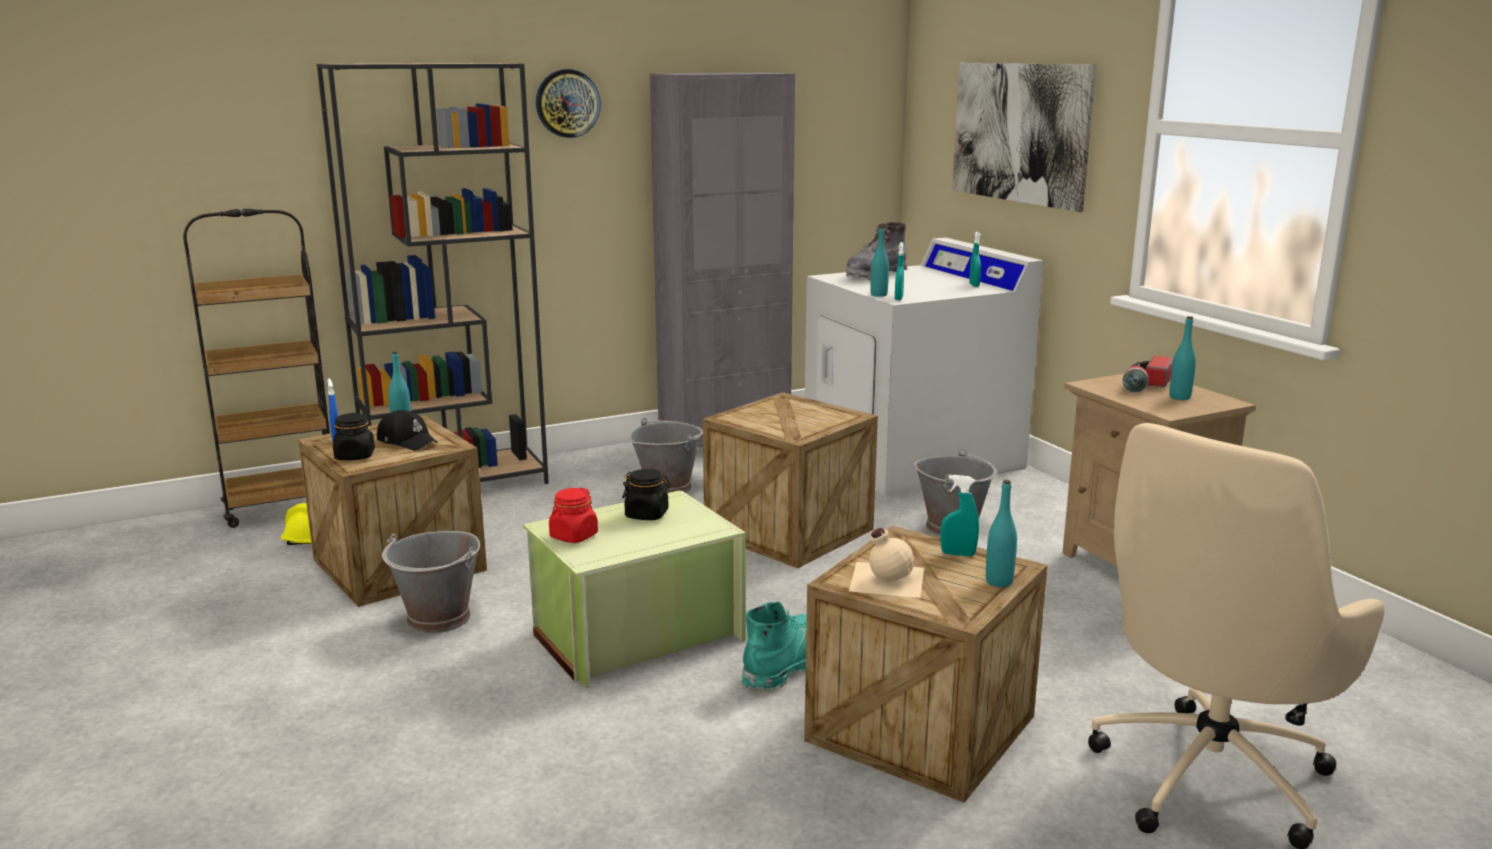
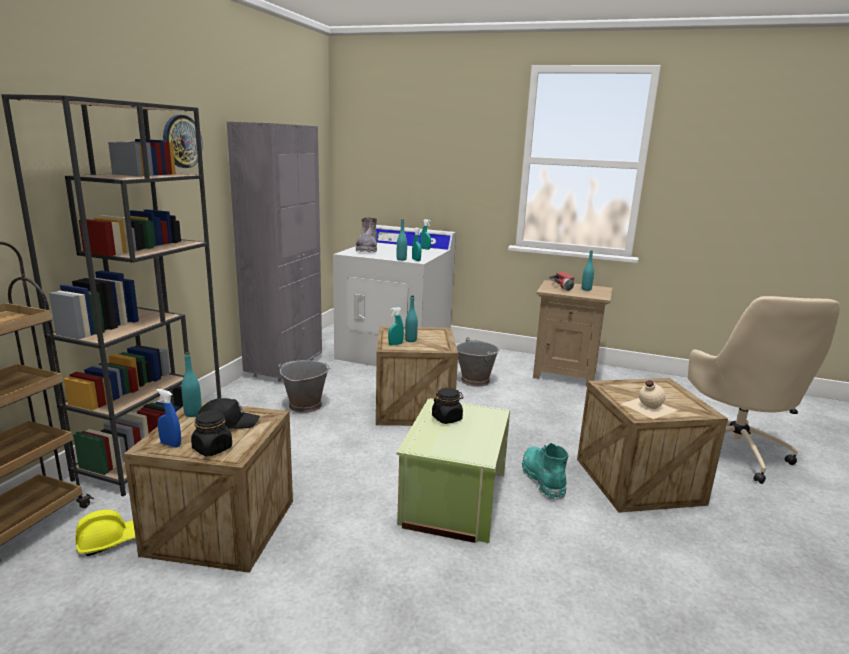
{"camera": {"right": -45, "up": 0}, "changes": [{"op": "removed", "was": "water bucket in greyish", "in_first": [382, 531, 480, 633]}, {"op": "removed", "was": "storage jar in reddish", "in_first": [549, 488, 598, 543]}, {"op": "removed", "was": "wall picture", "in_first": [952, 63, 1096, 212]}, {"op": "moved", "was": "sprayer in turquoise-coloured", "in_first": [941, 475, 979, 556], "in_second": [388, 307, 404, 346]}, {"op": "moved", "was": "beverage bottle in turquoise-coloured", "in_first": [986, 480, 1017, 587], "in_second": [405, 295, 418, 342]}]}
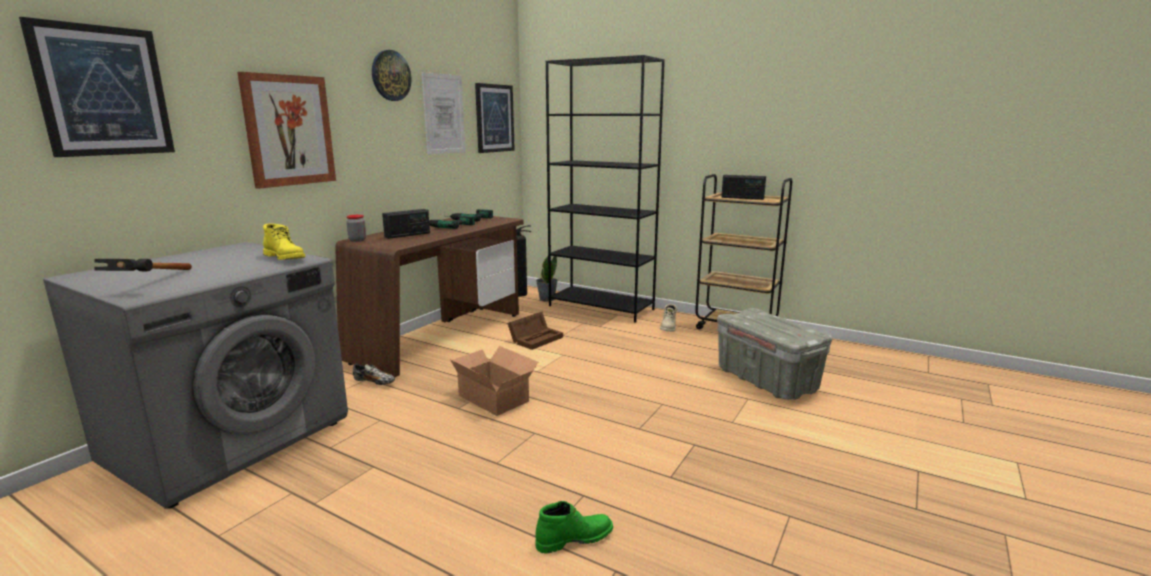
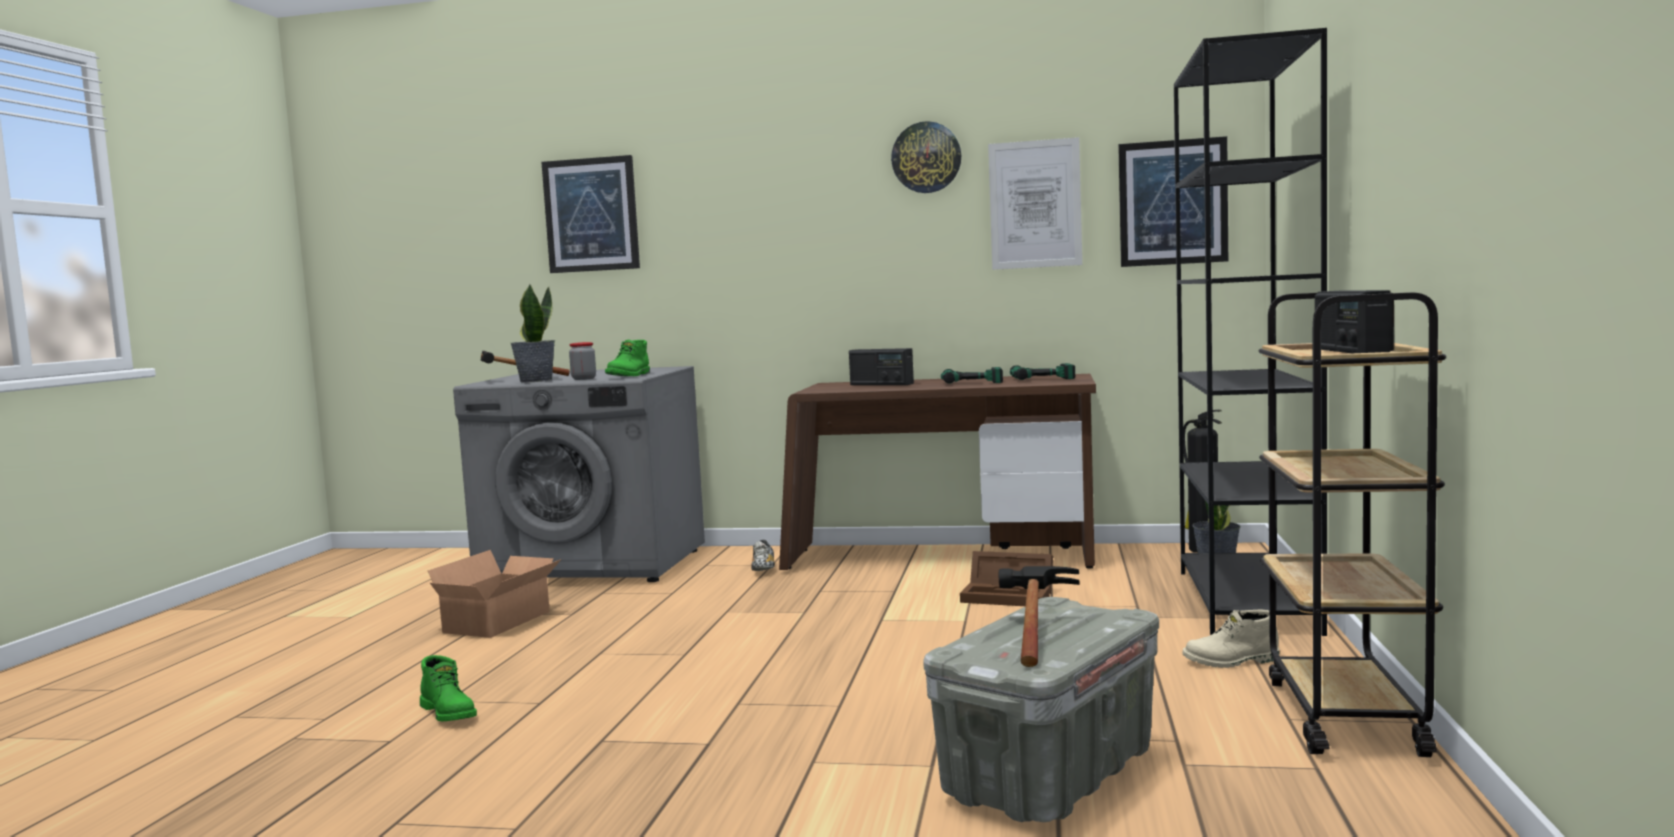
{"camera": {"right": 70, "up": -10}, "changes": [{"op": "removed", "was": "wall picture", "in_first": [237, 72, 336, 189]}, {"op": "added", "now": "plant in a pot", "in_second": [510, 284, 555, 382]}, {"op": "added", "now": "hand hammer", "in_second": [999, 566, 1080, 667]}, {"op": "moved", "was": "storage jar", "in_first": [346, 215, 366, 242], "in_second": [569, 342, 596, 380]}, {"op": "moved", "was": "packing box", "in_first": [450, 346, 538, 416], "in_second": [428, 550, 561, 638]}, {"op": "recoloured", "was": "high-top boot in yellow", "now": "high-top boot in greenish", "in_first": [263, 223, 305, 260], "in_second": [605, 340, 650, 376]}]}
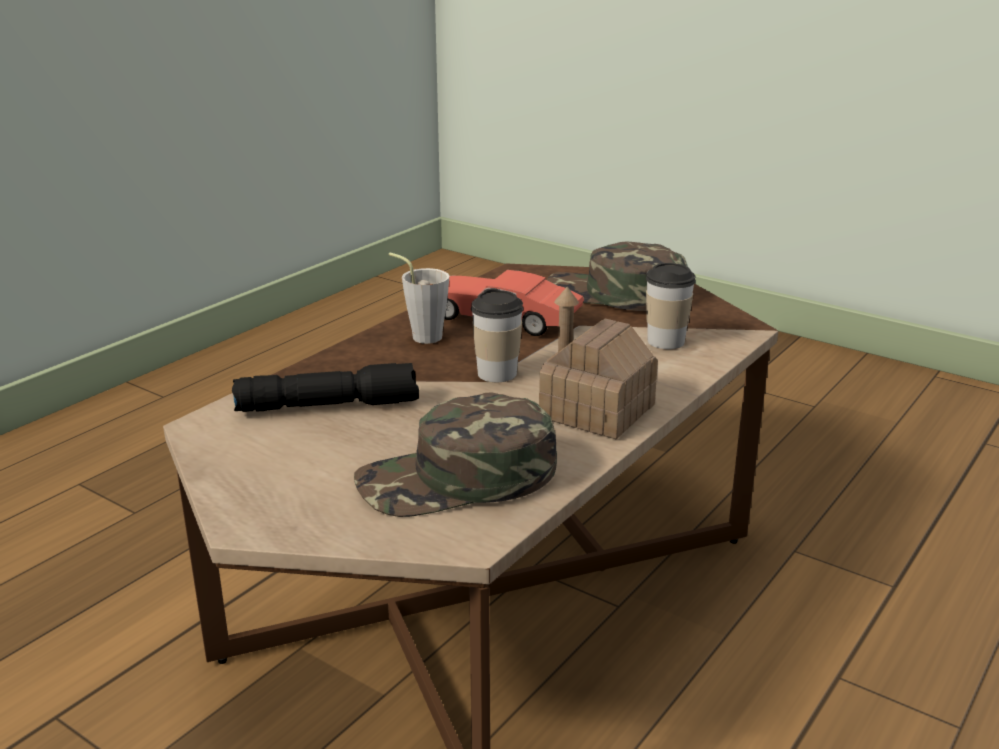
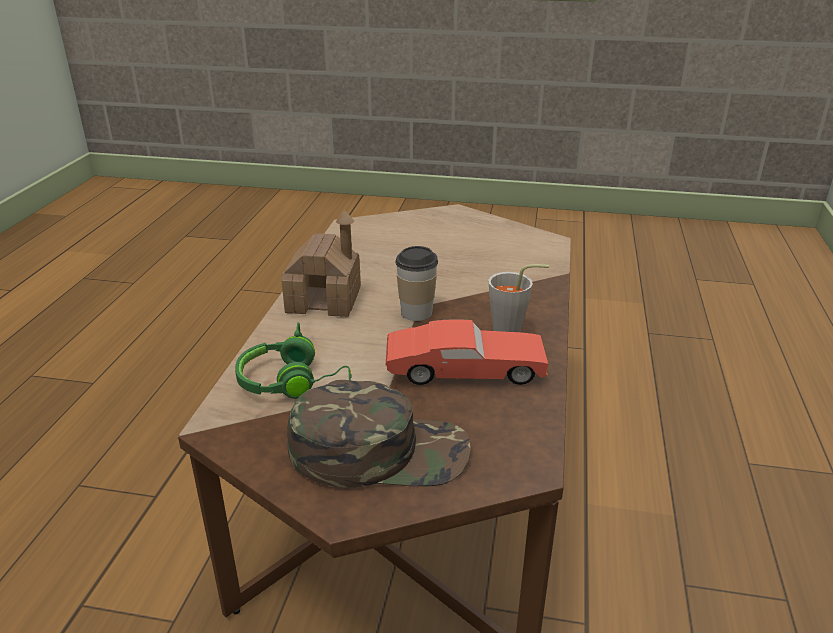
{"camera": {"right": 155, "up": 5}, "changes": [{"op": "removed", "was": "hand torch in blackish", "in_first": [232, 363, 419, 412]}, {"op": "removed", "was": "cap in greenish", "in_first": [354, 392, 557, 517]}, {"op": "replaced", "was": "small cup", "now": "headphones in greenish", "in_first": [646, 263, 696, 349], "in_second": [235, 322, 352, 399]}]}
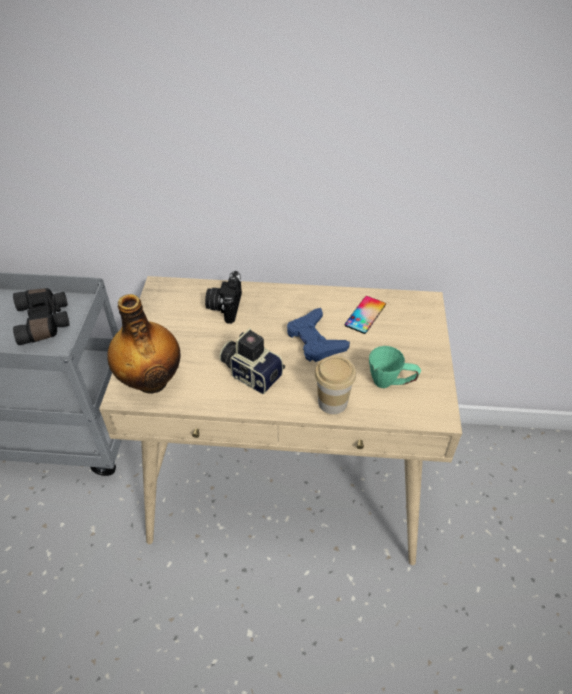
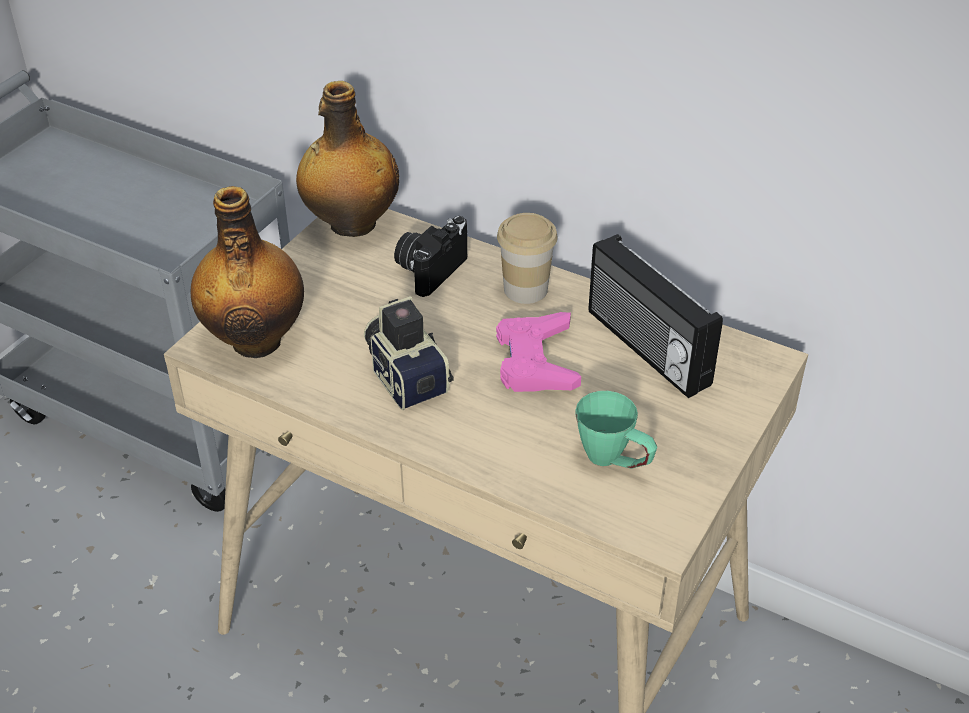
{"camera": {"right": 25, "up": -5}, "changes": [{"op": "removed", "was": "field glasses in blackish", "in_first": [13, 288, 70, 345]}, {"op": "added", "now": "beverage bottle", "in_second": [296, 81, 399, 237]}, {"op": "moved", "was": "small cup", "in_first": [315, 356, 356, 414], "in_second": [497, 213, 558, 304]}, {"op": "replaced", "was": "phone", "now": "radio", "in_first": [345, 296, 386, 334], "in_second": [588, 234, 723, 398]}, {"op": "recoloured", "was": "game controller in blue", "now": "game controller in pink", "in_first": [287, 308, 350, 362], "in_second": [496, 312, 581, 392]}]}
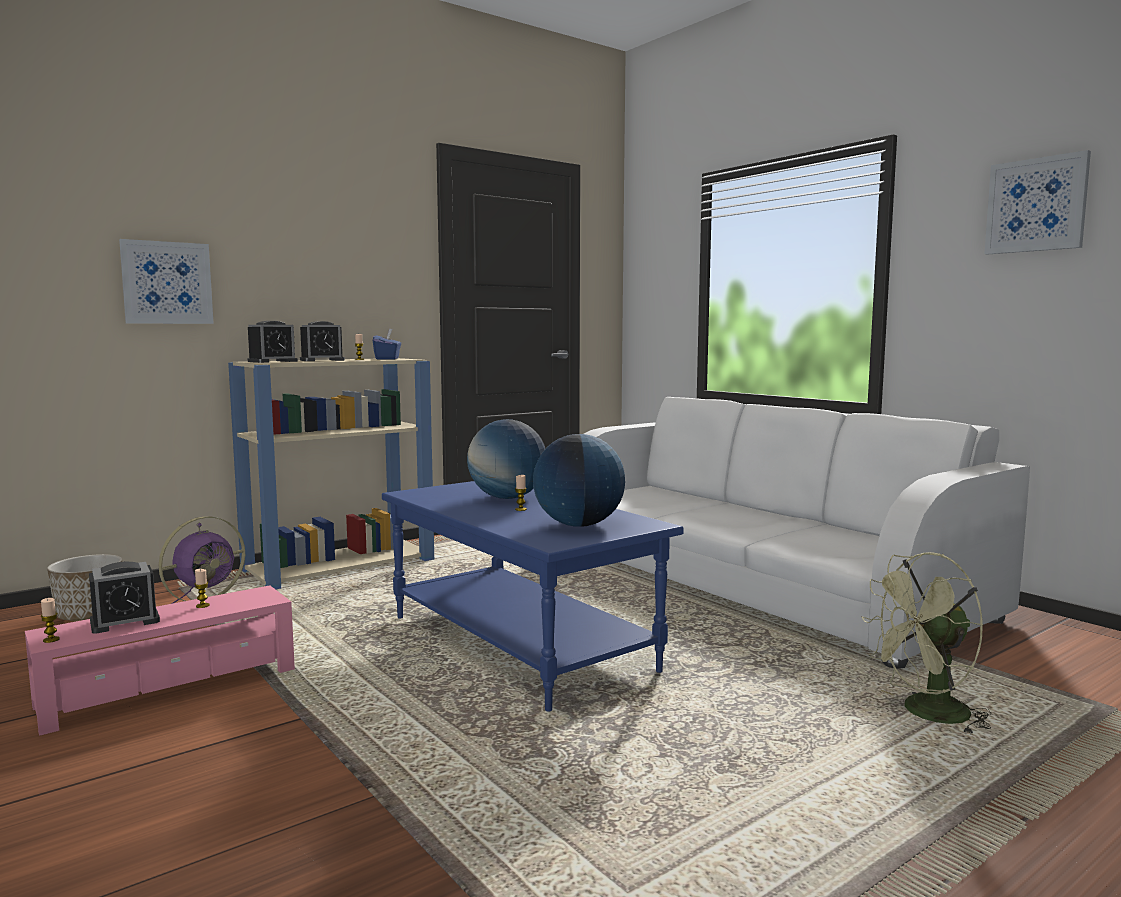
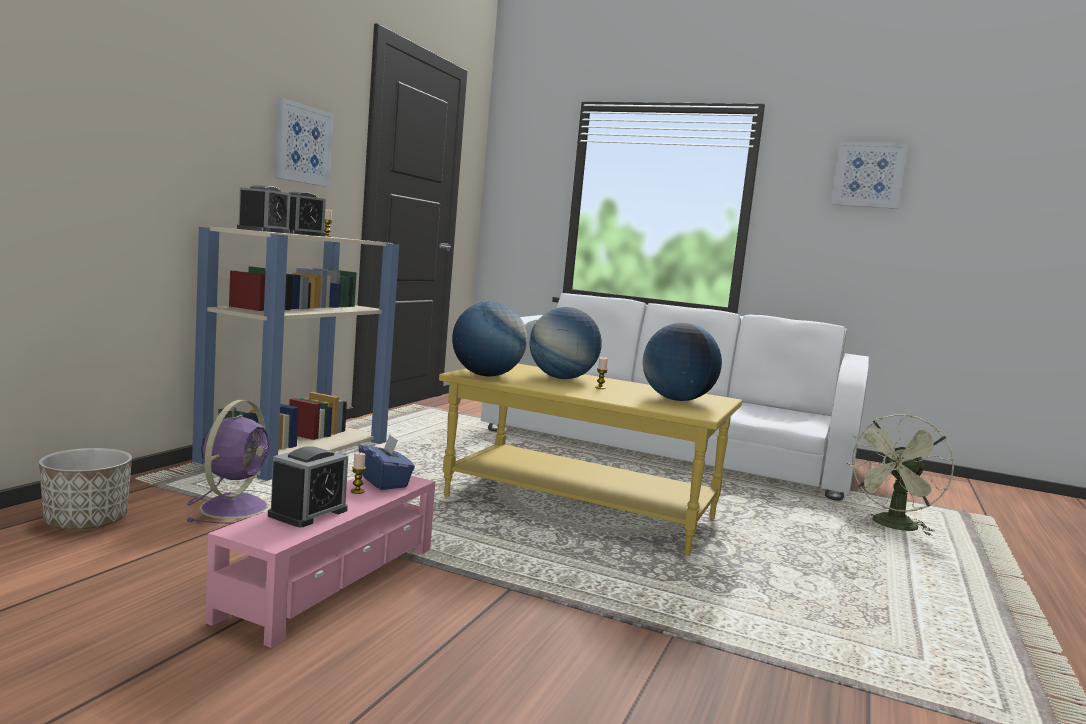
{"camera": {"right": -30, "up": 0}, "changes": [{"op": "removed", "was": "wax light", "in_first": [40, 598, 60, 643]}, {"op": "added", "now": "globe", "in_second": [452, 302, 527, 377]}, {"op": "moved", "was": "wall picture", "in_first": [119, 239, 214, 324], "in_second": [274, 98, 334, 187]}, {"op": "moved", "was": "tissue box in blue", "in_first": [373, 328, 401, 360], "in_second": [359, 435, 415, 490]}, {"op": "recoloured", "was": "coffee table in blue", "now": "coffee table in yellow", "in_first": [382, 481, 684, 712], "in_second": [439, 364, 742, 556]}]}
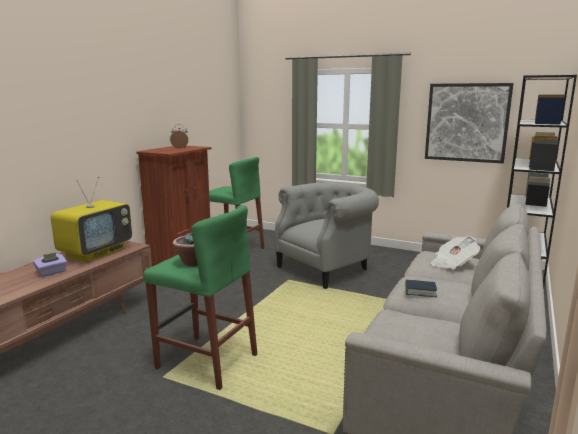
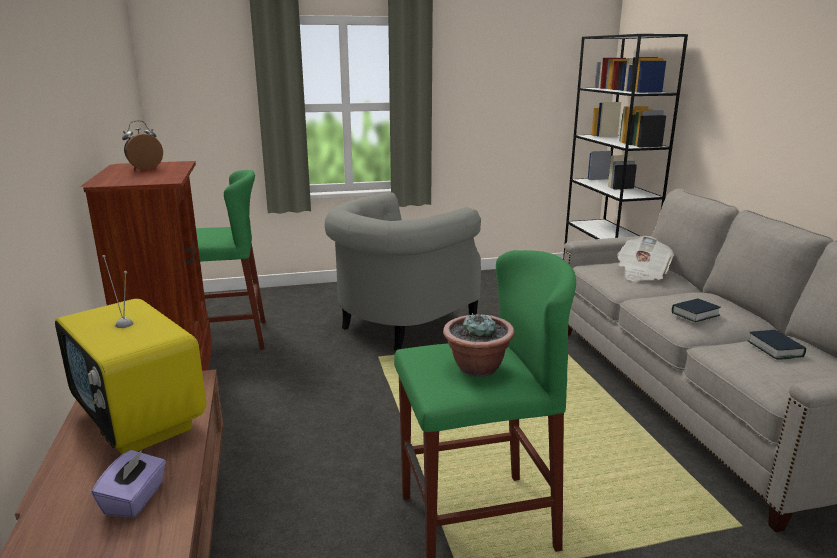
{"camera": {"right": -40, "up": 5}, "changes": [{"op": "removed", "was": "wall picture", "in_first": [425, 83, 513, 163]}, {"op": "added", "now": "book", "in_second": [748, 330, 806, 360]}, {"op": "turned", "was": "television", "in_first": [51, 177, 132, 263], "in_second": [55, 255, 206, 455], "clockwise": 150}, {"op": "turned", "was": "lounge chair in greyish", "in_first": [275, 182, 379, 289], "in_second": [325, 192, 481, 351], "clockwise": -150}]}
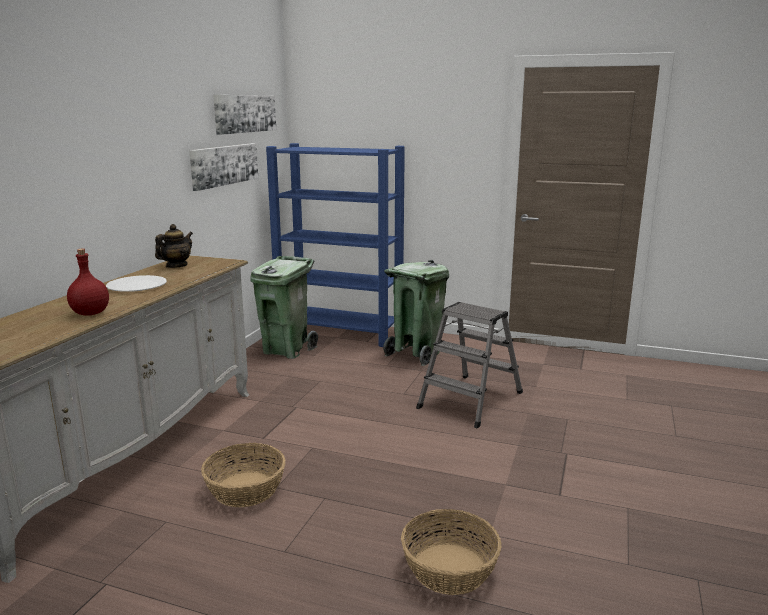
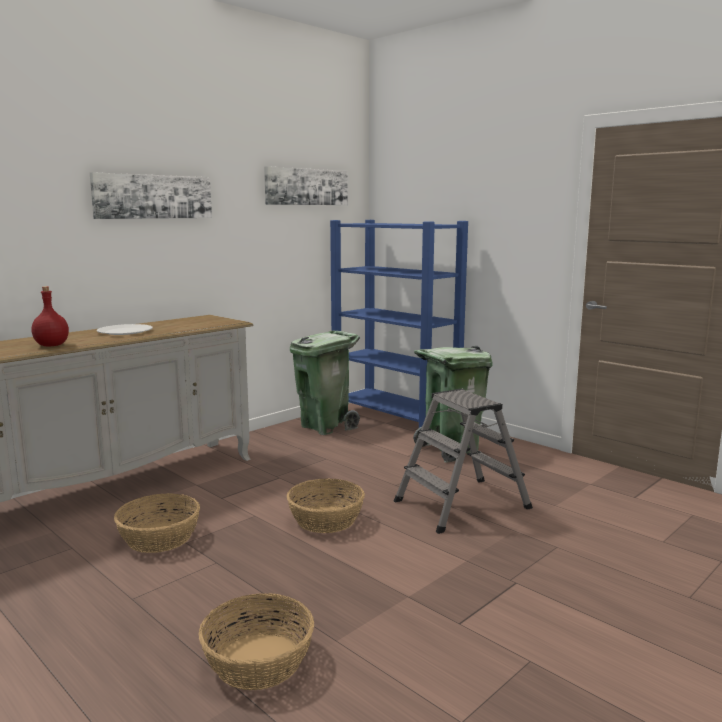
{"camera": {"right": 25, "up": -5}, "changes": [{"op": "removed", "was": "teapot", "in_first": [155, 224, 193, 268]}, {"op": "added", "now": "storage basket", "in_second": [287, 478, 365, 533]}, {"op": "moved", "was": "wall picture", "in_first": [189, 143, 258, 191], "in_second": [90, 172, 212, 219]}]}
